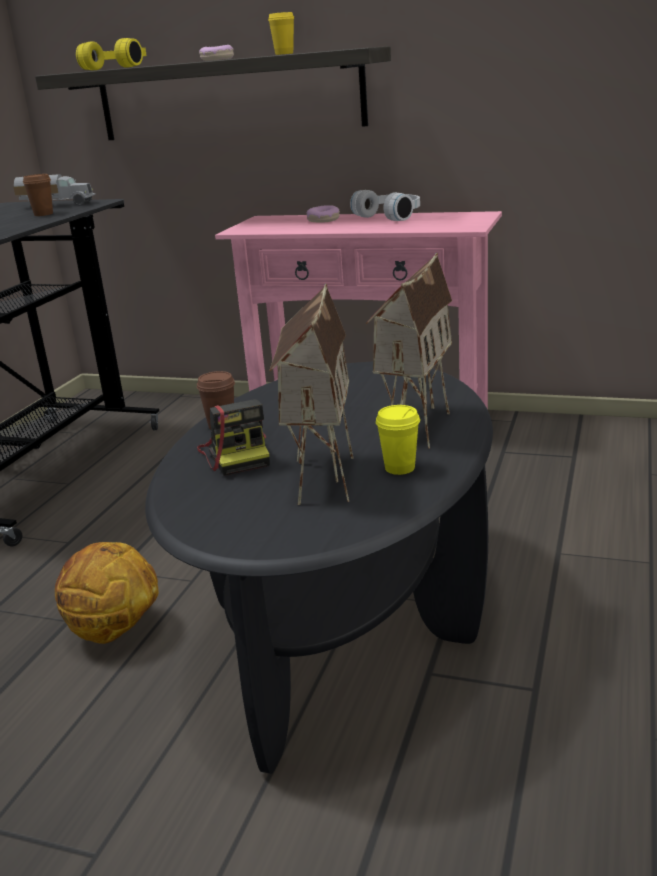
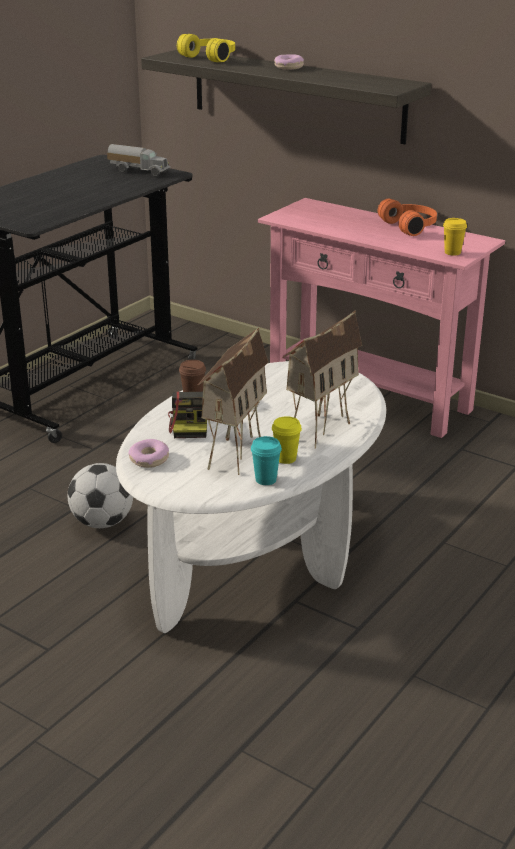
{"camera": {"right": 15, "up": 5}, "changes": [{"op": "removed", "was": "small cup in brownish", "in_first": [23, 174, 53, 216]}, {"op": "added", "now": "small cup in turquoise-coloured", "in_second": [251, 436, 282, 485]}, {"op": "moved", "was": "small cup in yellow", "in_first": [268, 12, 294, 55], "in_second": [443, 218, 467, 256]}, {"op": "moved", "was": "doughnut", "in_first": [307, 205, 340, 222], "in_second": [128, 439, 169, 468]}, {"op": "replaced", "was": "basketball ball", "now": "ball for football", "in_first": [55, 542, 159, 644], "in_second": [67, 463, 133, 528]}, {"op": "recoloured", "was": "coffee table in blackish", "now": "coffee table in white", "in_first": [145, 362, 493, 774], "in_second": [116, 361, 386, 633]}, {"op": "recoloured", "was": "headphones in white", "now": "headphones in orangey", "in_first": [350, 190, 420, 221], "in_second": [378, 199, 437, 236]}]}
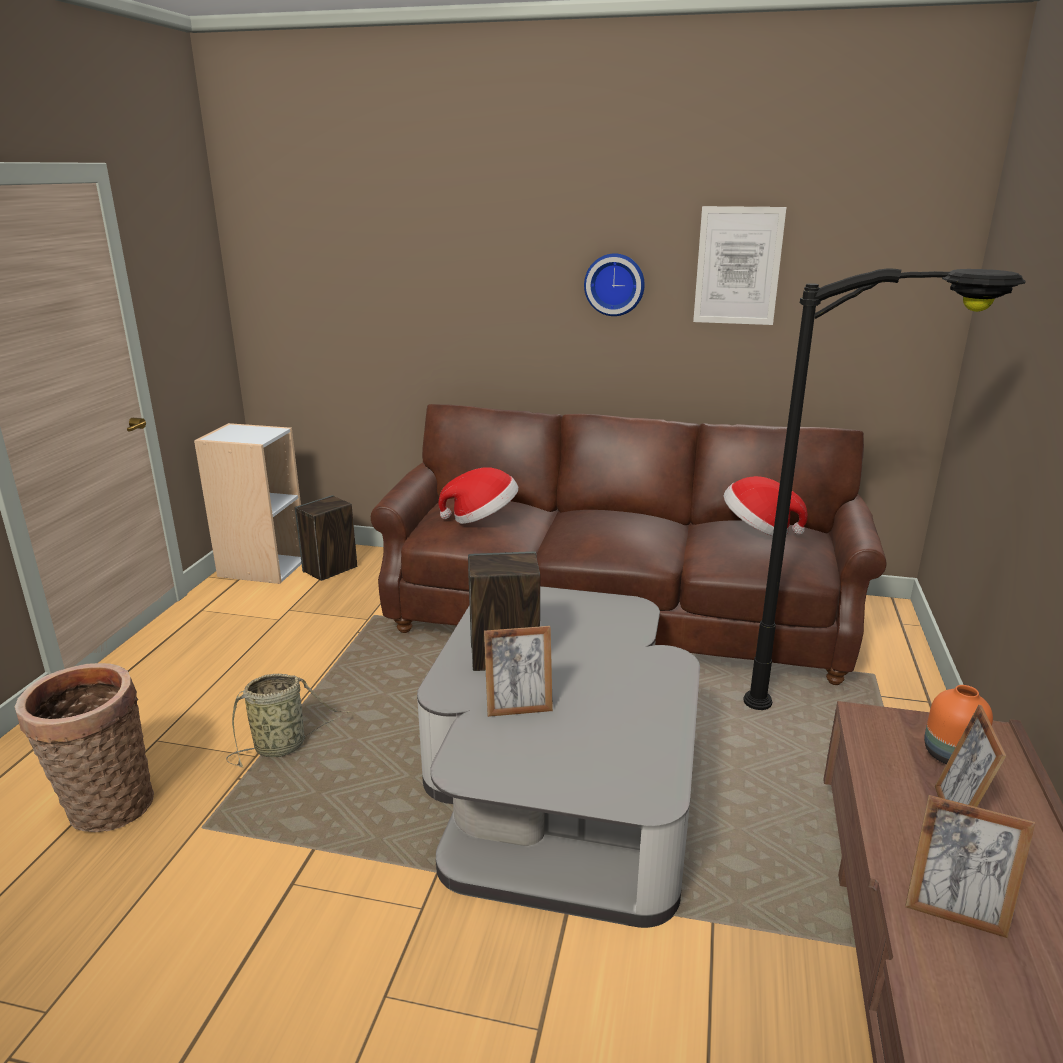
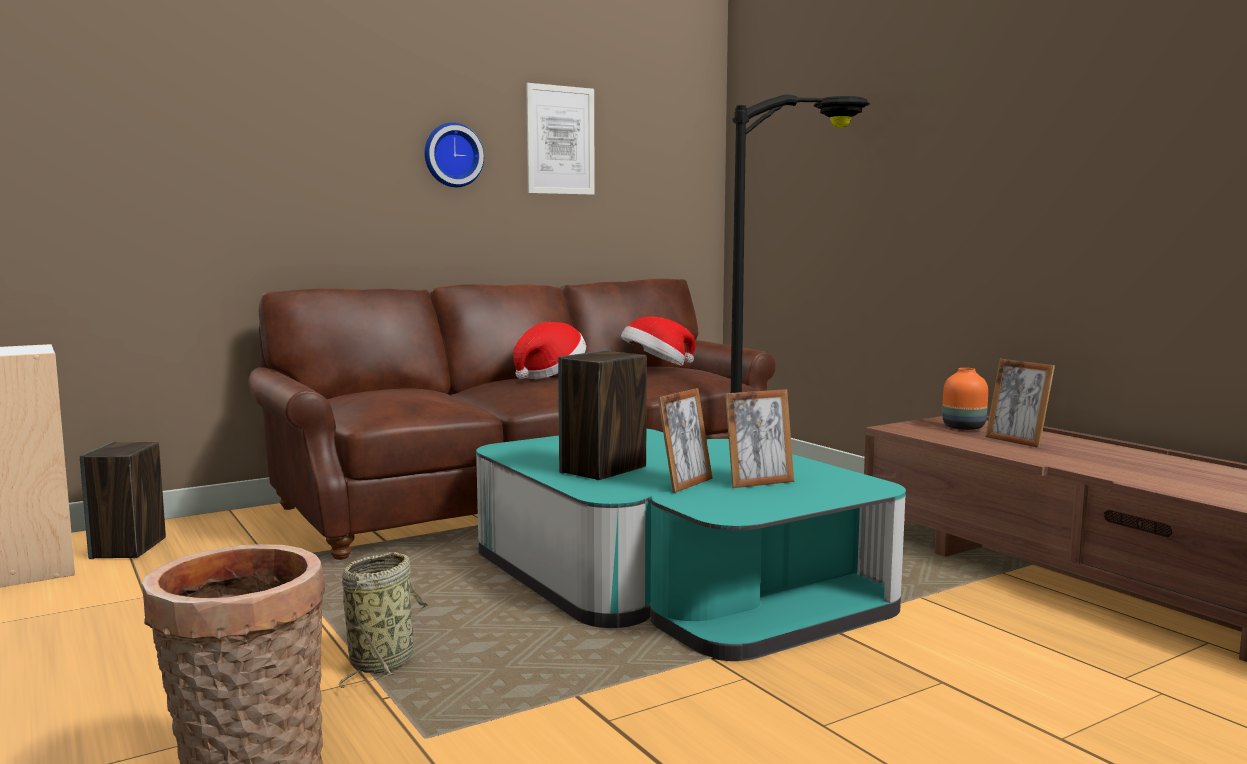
{"camera": {"right": -45, "up": -15}, "changes": [{"op": "moved", "was": "wearable hat", "in_first": [438, 467, 518, 524], "in_second": [513, 322, 586, 379]}, {"op": "moved", "was": "photo frame", "in_first": [905, 795, 1035, 938], "in_second": [725, 389, 794, 488]}, {"op": "recoloured", "was": "coffee table in greyish", "now": "coffee table in turquoise-coloured", "in_first": [417, 586, 700, 928], "in_second": [476, 428, 906, 661]}]}
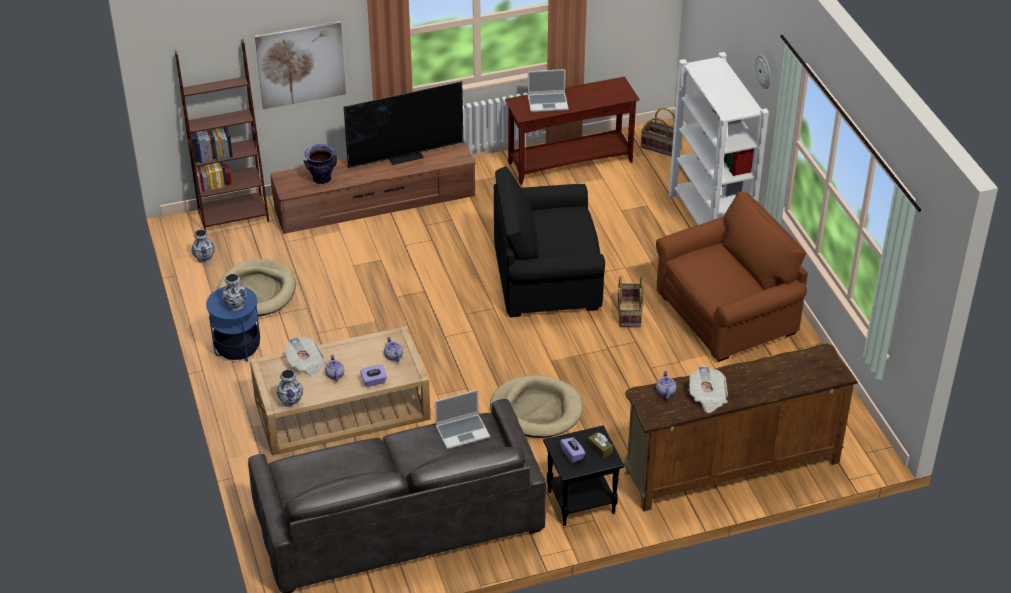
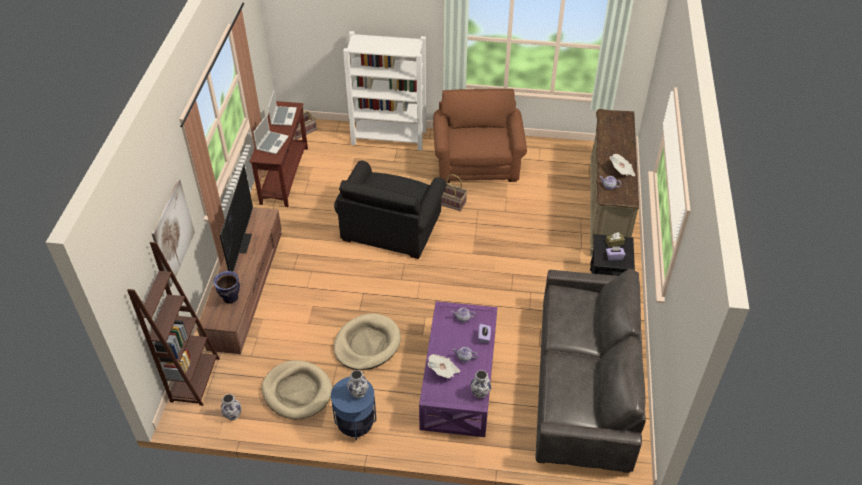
{"camera": {"right": -65, "up": 5}, "changes": [{"op": "removed", "was": "hanging clock", "in_first": [755, 54, 771, 89]}, {"op": "moved", "was": "laptop", "in_first": [435, 390, 490, 449], "in_second": [268, 91, 297, 126]}, {"op": "moved", "was": "dog bed in beige", "in_first": [490, 375, 583, 438], "in_second": [334, 313, 401, 370]}, {"op": "recoloured", "was": "coffee table in beige", "now": "coffee table in purple-coloured", "in_first": [250, 326, 431, 455], "in_second": [419, 301, 497, 437]}]}
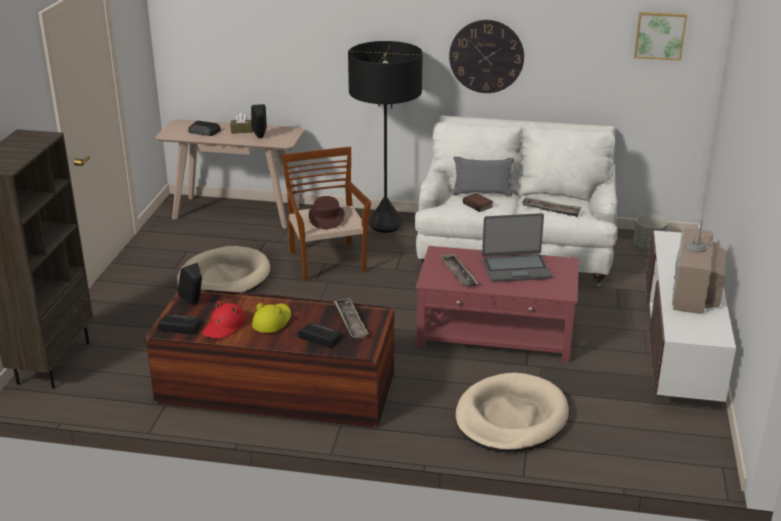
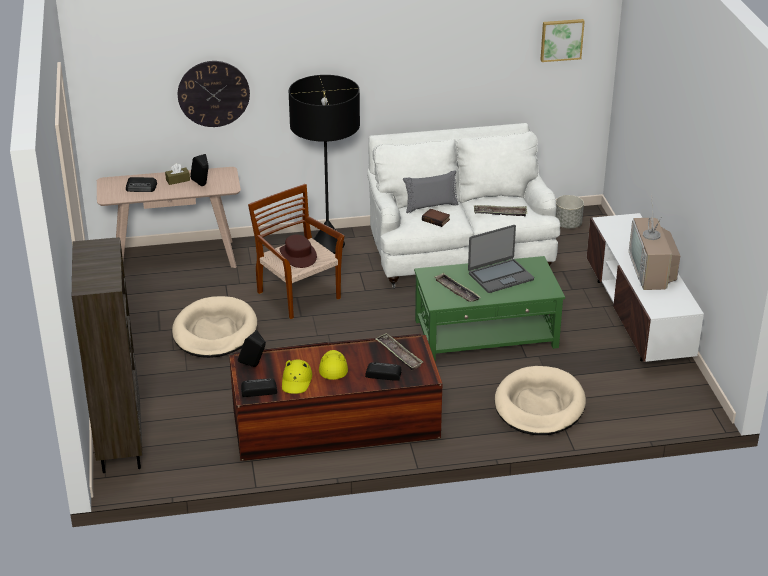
{"camera": {"right": -20, "up": 5}, "changes": [{"op": "moved", "was": "hanging clock", "in_first": [449, 20, 524, 93], "in_second": [178, 61, 250, 127]}, {"op": "recoloured", "was": "wearable hat in reddish", "now": "wearable hat in yellow", "in_first": [202, 301, 246, 339], "in_second": [282, 360, 312, 394]}, {"op": "recoloured", "was": "coffee table in reddish", "now": "coffee table in greenish", "in_first": [416, 246, 579, 363], "in_second": [414, 256, 565, 361]}]}
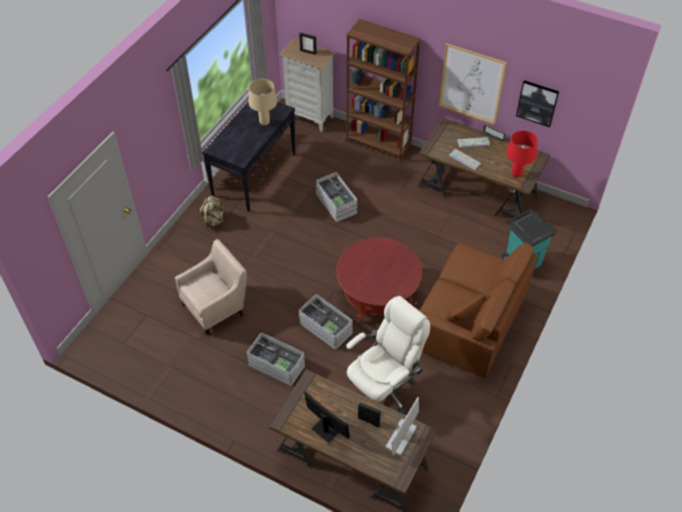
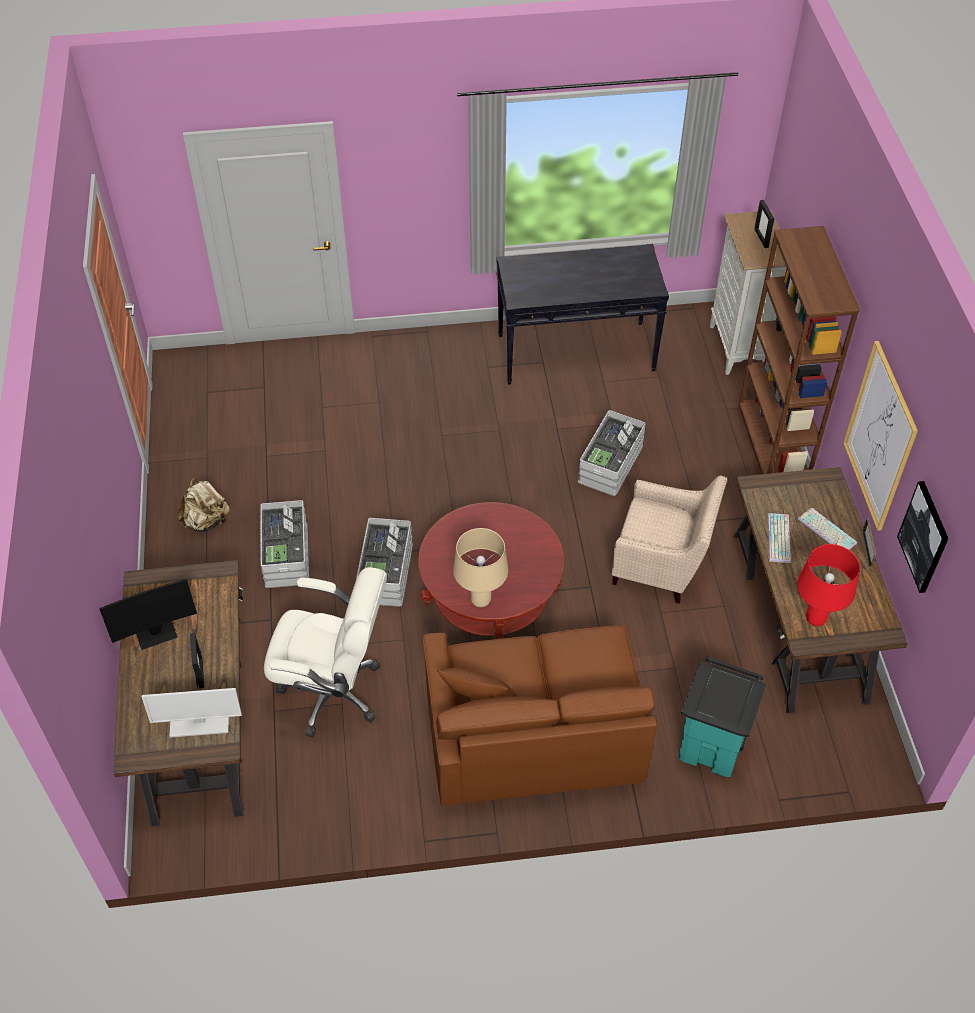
{"camera": {"right": 55, "up": 0}, "changes": [{"op": "moved", "was": "lounge chair in beige", "in_first": [175, 239, 247, 335], "in_second": [612, 476, 727, 604]}, {"op": "moved", "was": "knapsack in beige", "in_first": [200, 196, 226, 229], "in_second": [177, 478, 230, 531]}, {"op": "moved", "was": "table lamp in beige", "in_first": [249, 79, 277, 126], "in_second": [453, 528, 508, 607]}, {"op": "turned", "was": "monitor", "in_first": [304, 391, 350, 443], "in_second": [100, 579, 197, 650], "clockwise": 60}]}
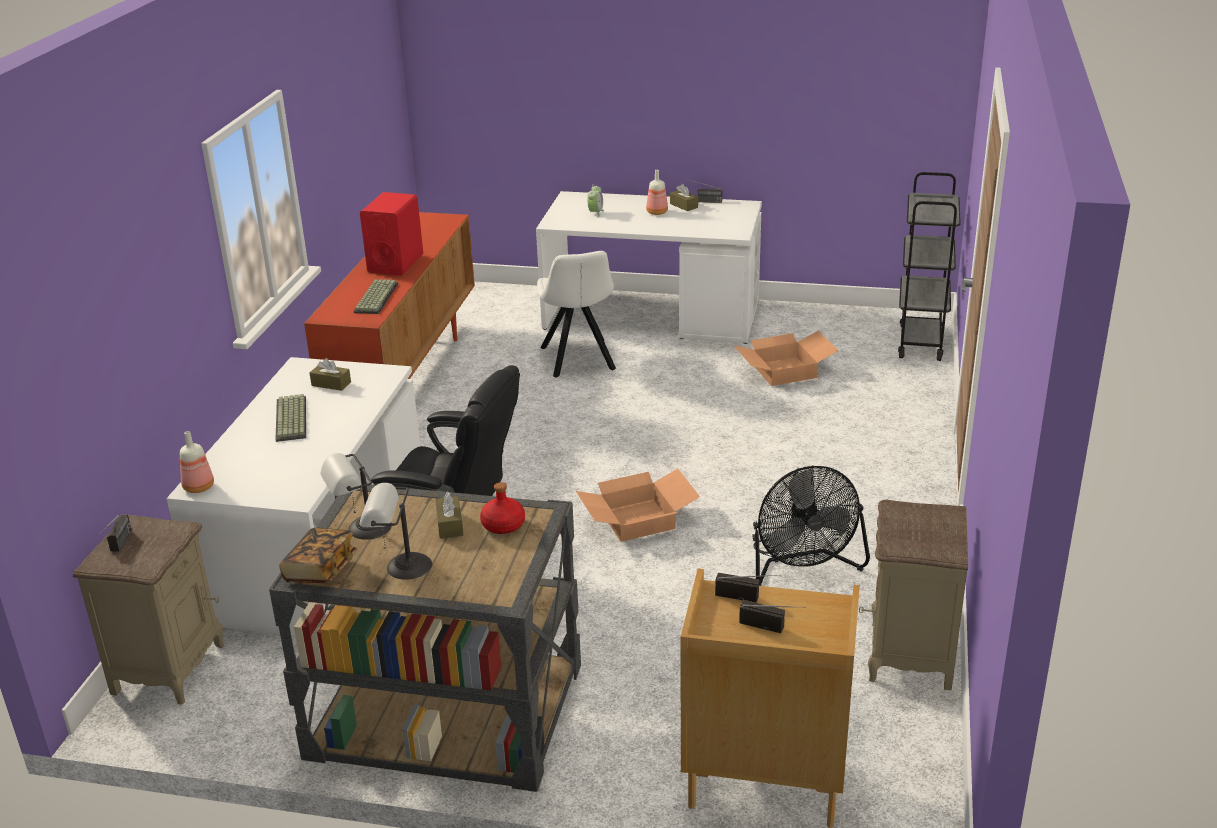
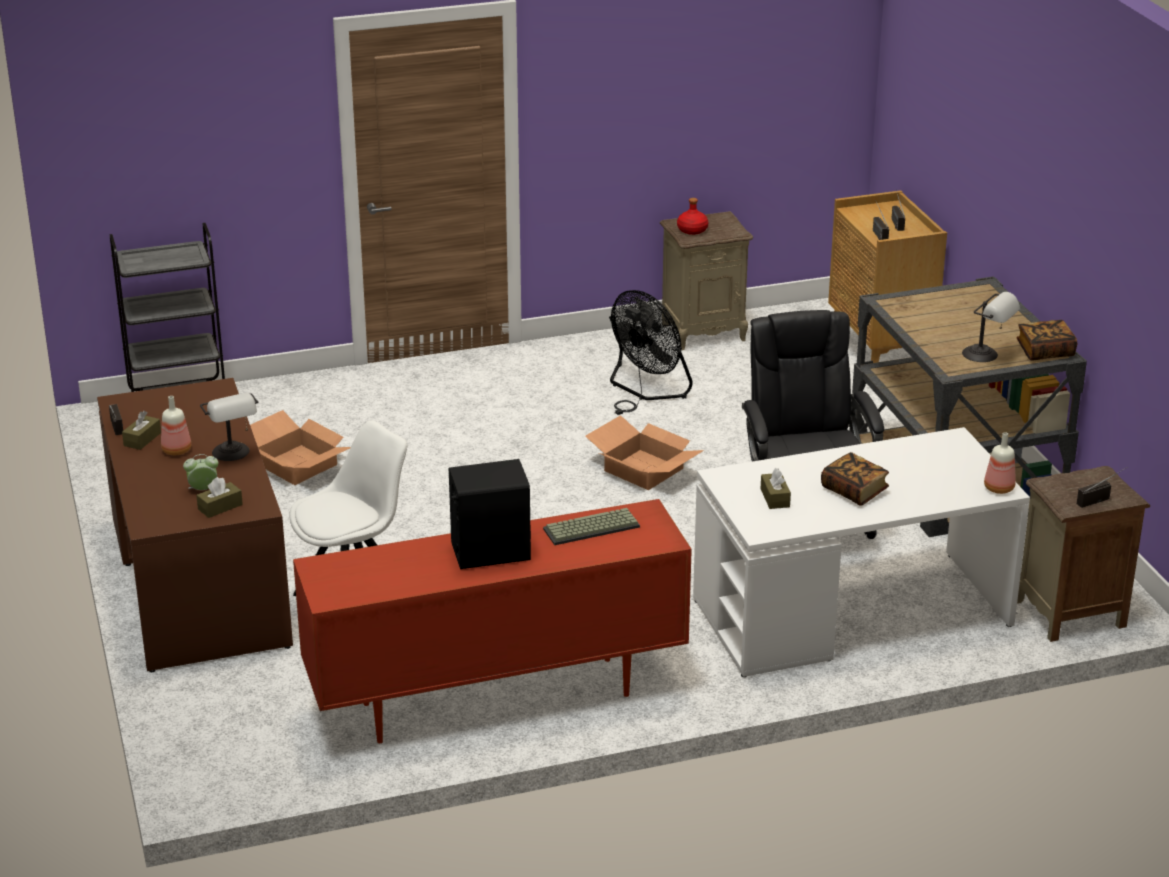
{"camera": {"right": -120, "up": 0}, "changes": [{"op": "moved", "was": "table lamp", "in_first": [360, 483, 432, 580], "in_second": [200, 393, 259, 461]}, {"op": "moved", "was": "tissue box in brownish", "in_first": [435, 492, 463, 539], "in_second": [196, 477, 243, 518]}, {"op": "moved", "was": "beverage bottle in reddish", "in_first": [480, 482, 525, 534], "in_second": [677, 198, 708, 235]}, {"op": "replaced", "was": "computer keyboard", "now": "book", "in_first": [276, 394, 306, 442], "in_second": [821, 452, 889, 506]}, {"op": "recoloured", "was": "loudspeaker in reddish", "now": "loudspeaker in blackish", "in_first": [360, 192, 423, 276], "in_second": [449, 459, 531, 569]}, {"op": "recoloured", "was": "desk unit in white", "now": "desk unit in brownish", "in_first": [536, 191, 762, 344], "in_second": [97, 378, 293, 672]}]}
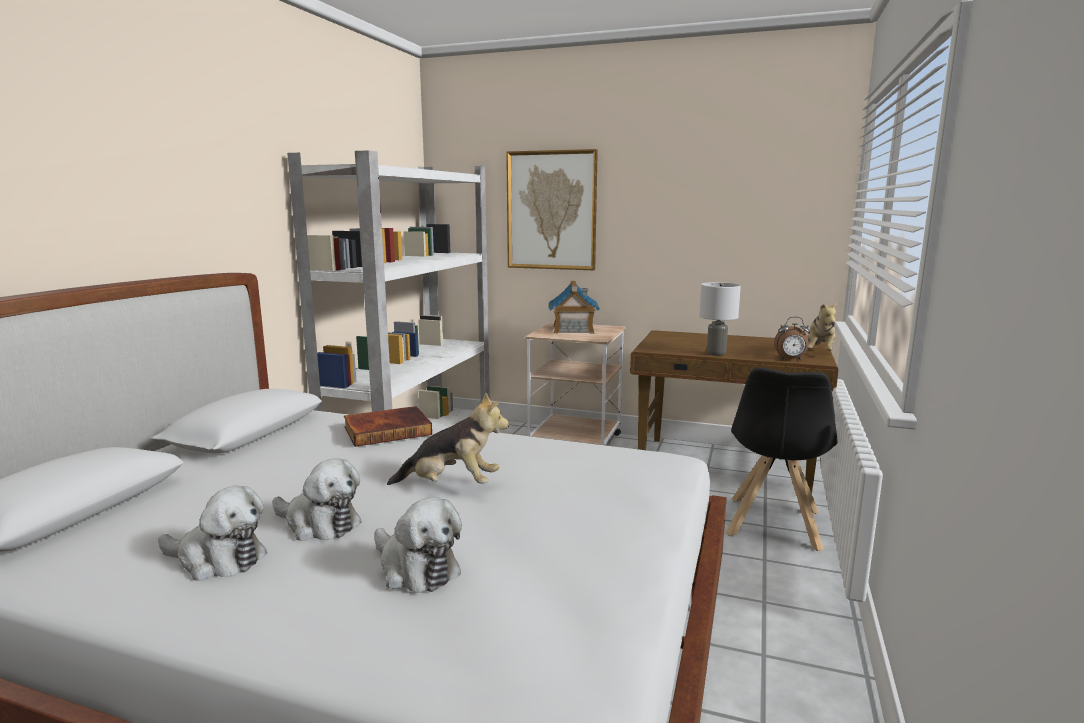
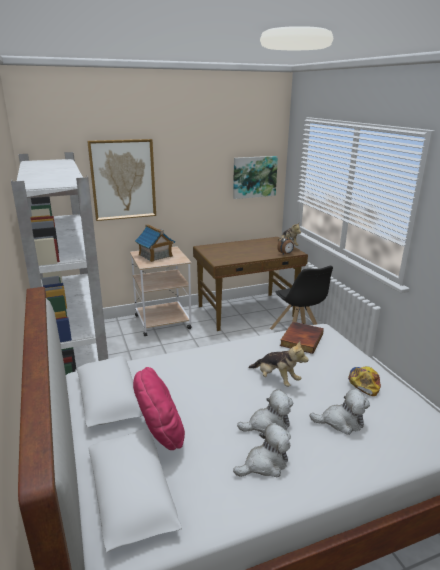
{"camera": {"right": -40, "up": 10}, "changes": [{"op": "removed", "was": "table lamp in white", "in_first": [699, 282, 741, 356]}, {"op": "added", "now": "cushion in pink", "in_second": [133, 367, 185, 450]}, {"op": "added", "now": "wall picture", "in_second": [233, 156, 278, 199]}, {"op": "added", "now": "cap", "in_second": [348, 366, 381, 396]}, {"op": "moved", "was": "book", "in_first": [344, 406, 432, 447], "in_second": [280, 322, 324, 354]}, {"op": "turned", "was": "plush toy", "in_first": [387, 392, 509, 485], "in_second": [248, 341, 309, 387], "clockwise": 75}]}
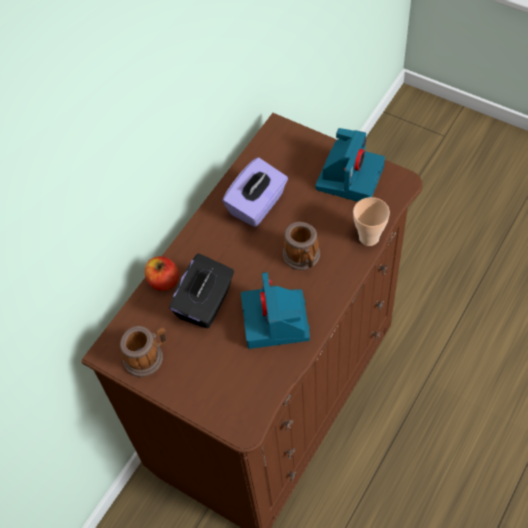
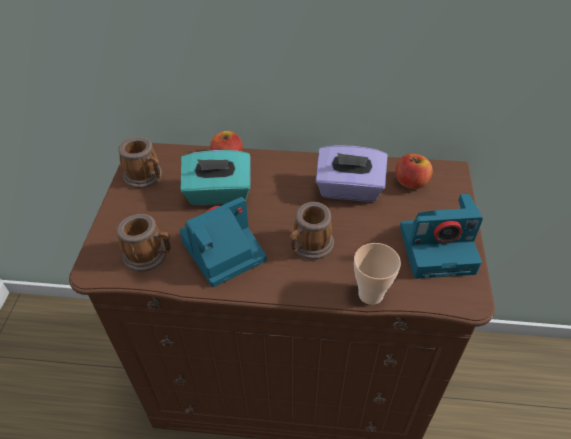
{"camera": {"right": 60, "up": -10}, "changes": [{"op": "added", "now": "tea mug", "in_second": [117, 214, 171, 272]}, {"op": "added", "now": "apple fruit", "in_second": [395, 154, 433, 189]}, {"op": "recoloured", "was": "tissue box in blackish", "now": "tissue box in turquoise-coloured", "in_first": [169, 253, 234, 328], "in_second": [180, 150, 251, 205]}]}
